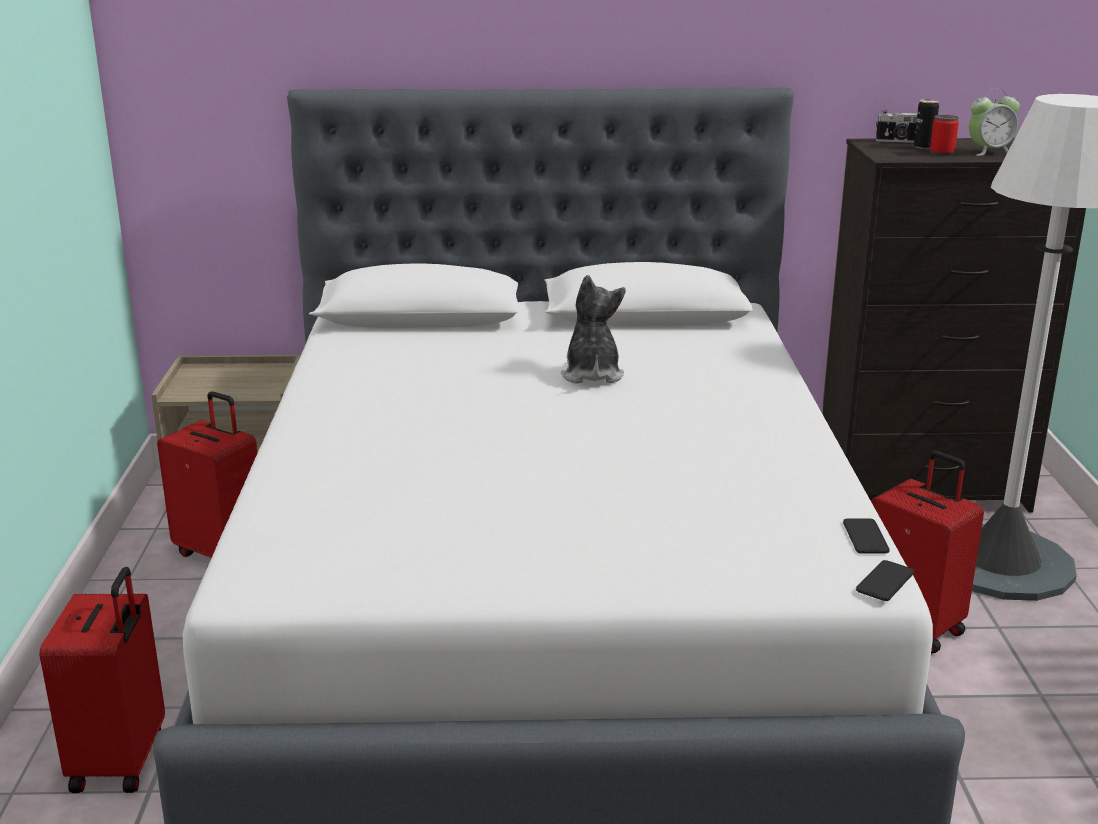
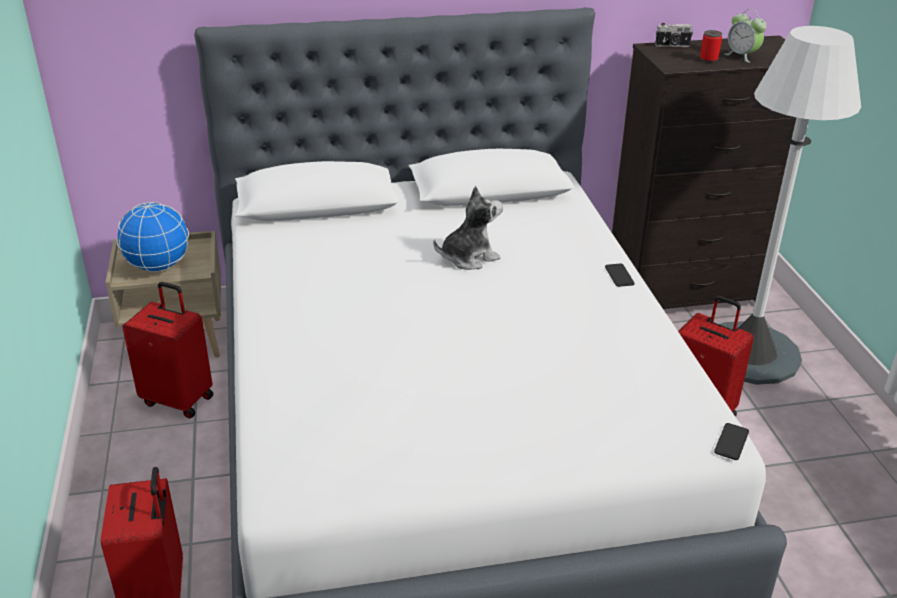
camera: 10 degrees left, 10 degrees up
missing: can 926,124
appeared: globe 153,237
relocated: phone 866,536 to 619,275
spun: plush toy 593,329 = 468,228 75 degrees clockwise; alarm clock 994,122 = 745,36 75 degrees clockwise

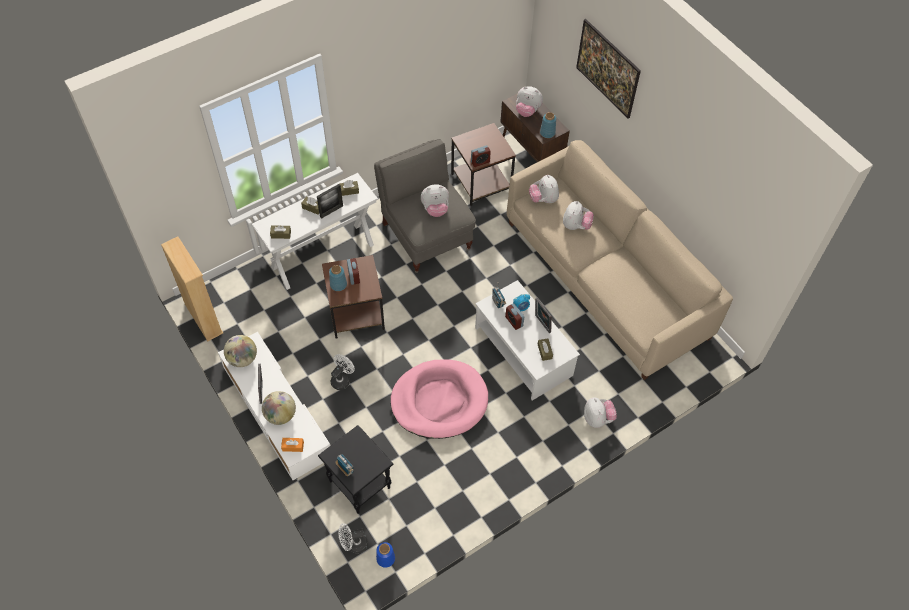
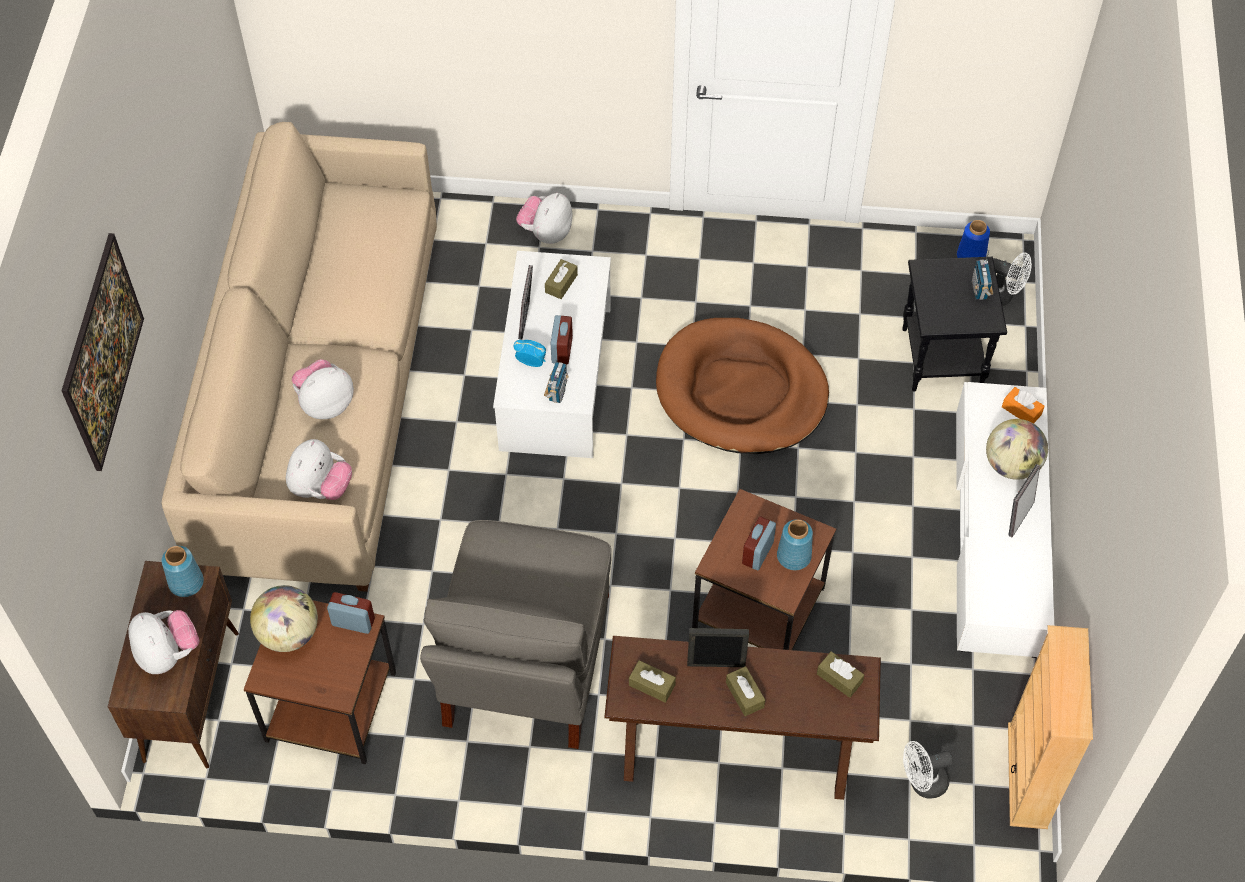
camera: 140 degrees left, 0 degrees up
missing: plush toy 435,200
relocated: globe 240,351 to 284,618; fan/white 343,372 to 928,770
colour: console table/white 314,231 to console table/brown 742,718; dog bed/pink 439,399 to dog bed/brown 742,386

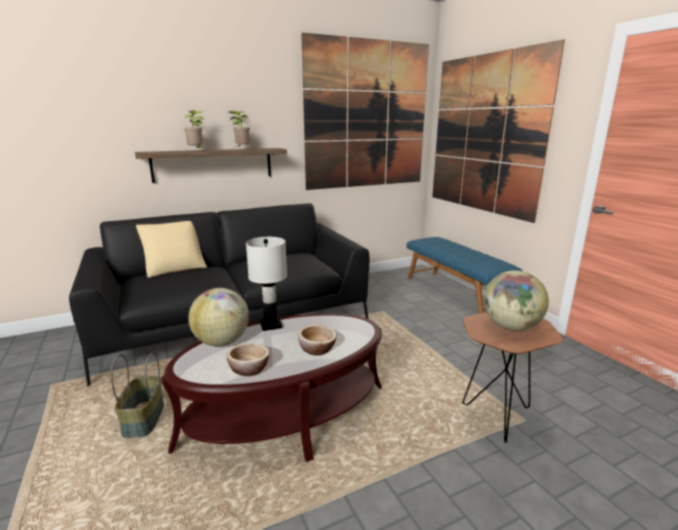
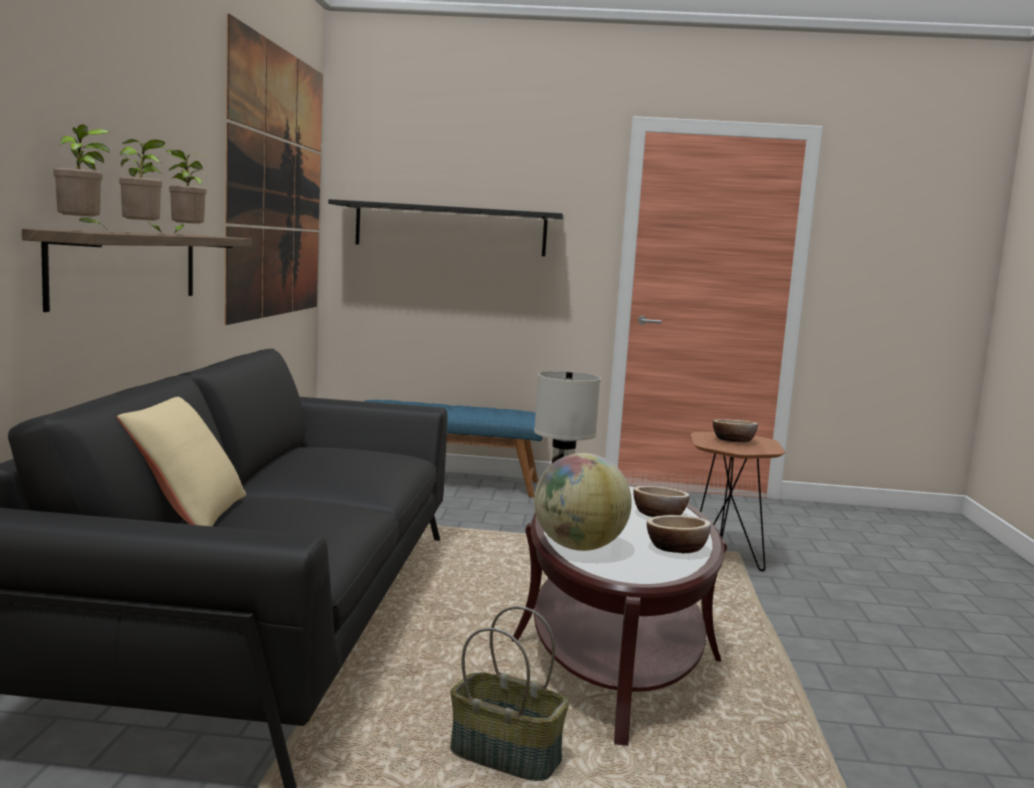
camera: 60 degrees left, 10 degrees down
appeared: potted plant 81,177
exchanged: picture 498,131 to shelf/black 446,227; globe 516,300 to bowl 735,430

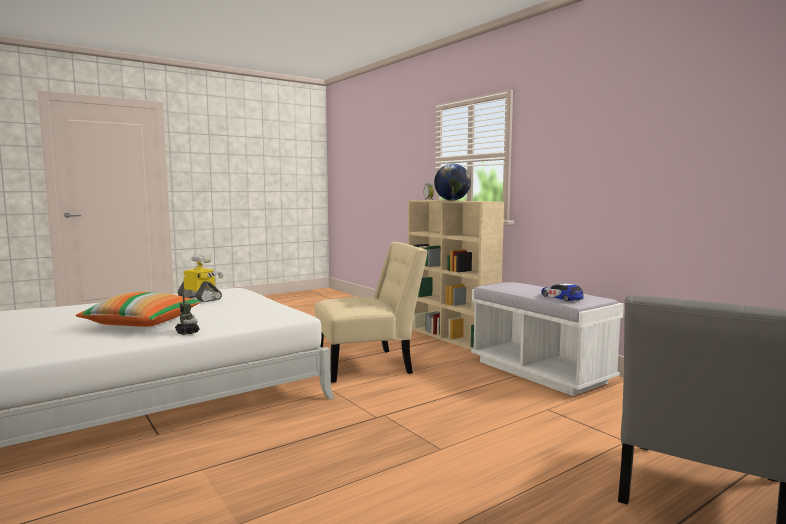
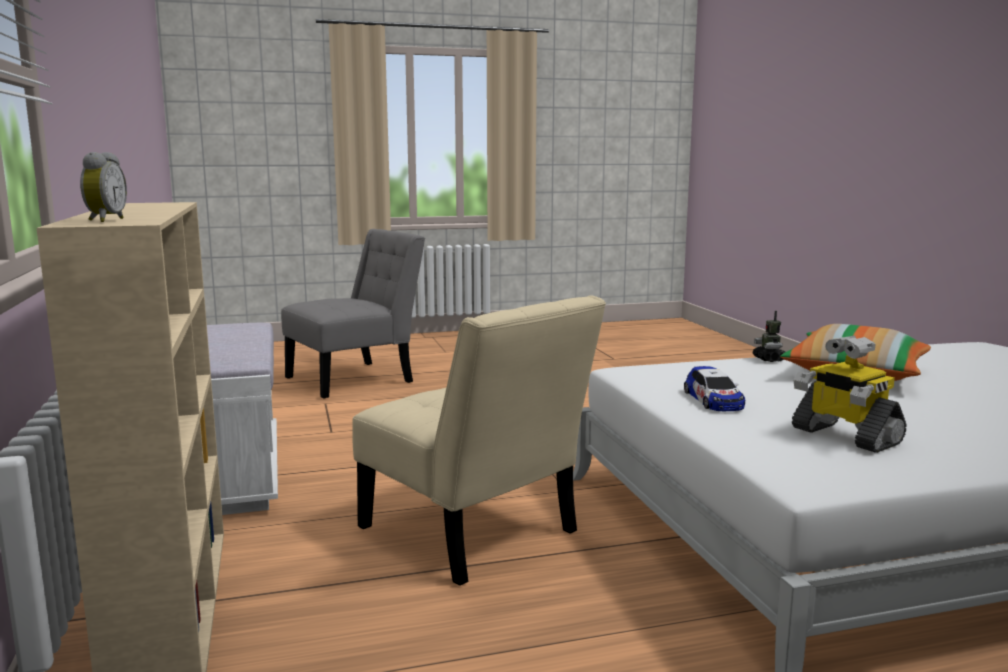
camera: 160 degrees left, 5 degrees up
missing: globe 452,182
relocated: toy car 563,292 to 714,388
spun: chair/beige 371,312 = 479,440 135 degrees counterclockwise

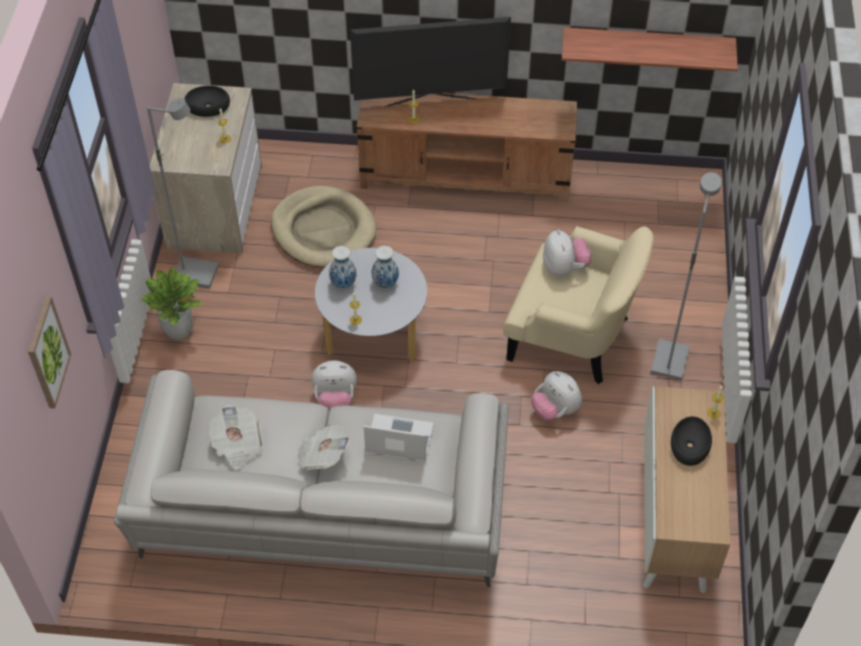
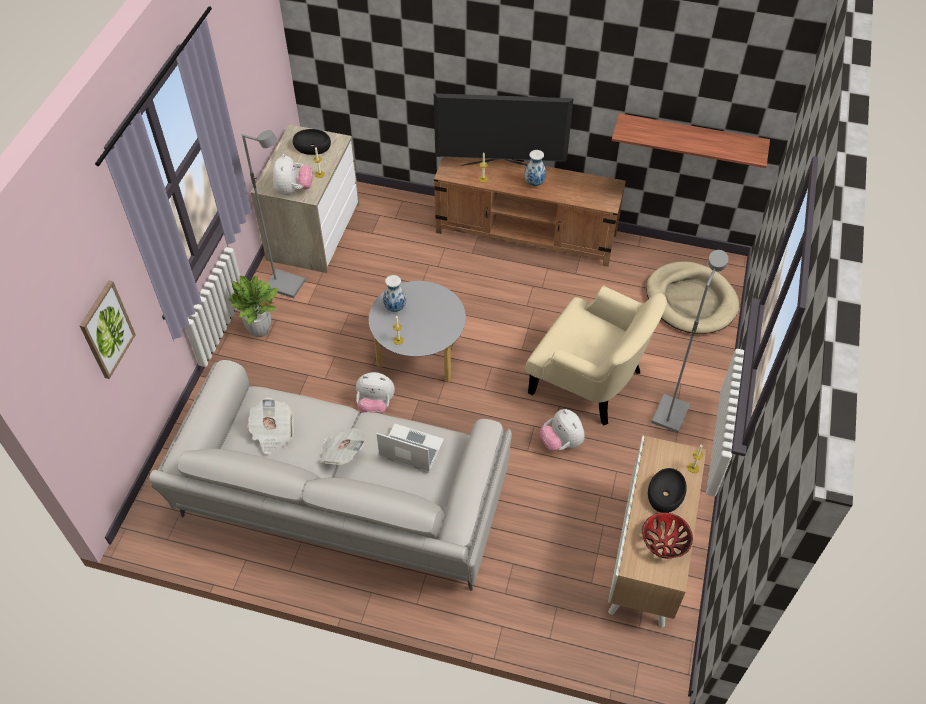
camera: 10 degrees right, 0 degrees up
appeared: bowl 667,535
relocated: dog bed/beige 324,227 to 692,297; vase 385,267 to 535,168; plush toy 567,252 to 292,175

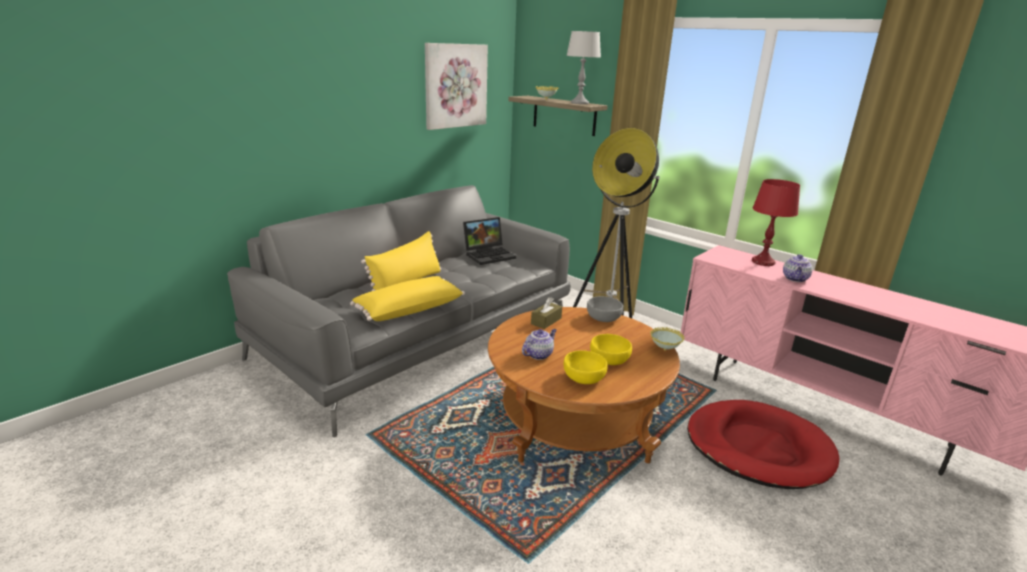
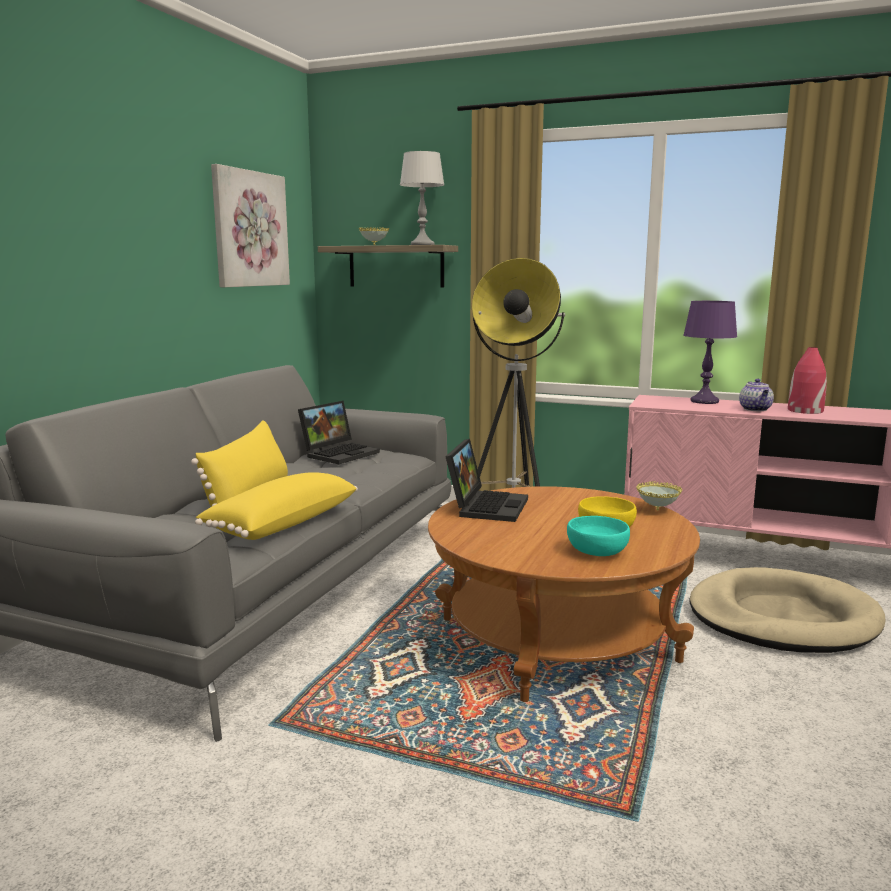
camera: 20 degrees left, 10 degrees down
missing: teapot 539,344; bowl/grey 605,309
appeared: vase/red 807,380
exchanged: tissue box/brown 546,313 to laptop 486,480
colour: bowl/yellow 586,367 to bowl/turquoise 598,536; dog bed/red 763,444 to dog bed/beige 787,610; table lamp/red 776,222 to table lamp/purple 710,352

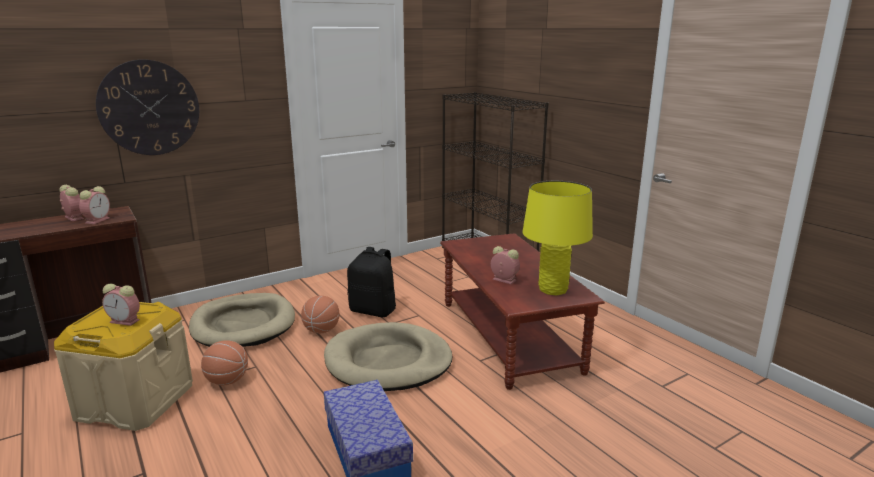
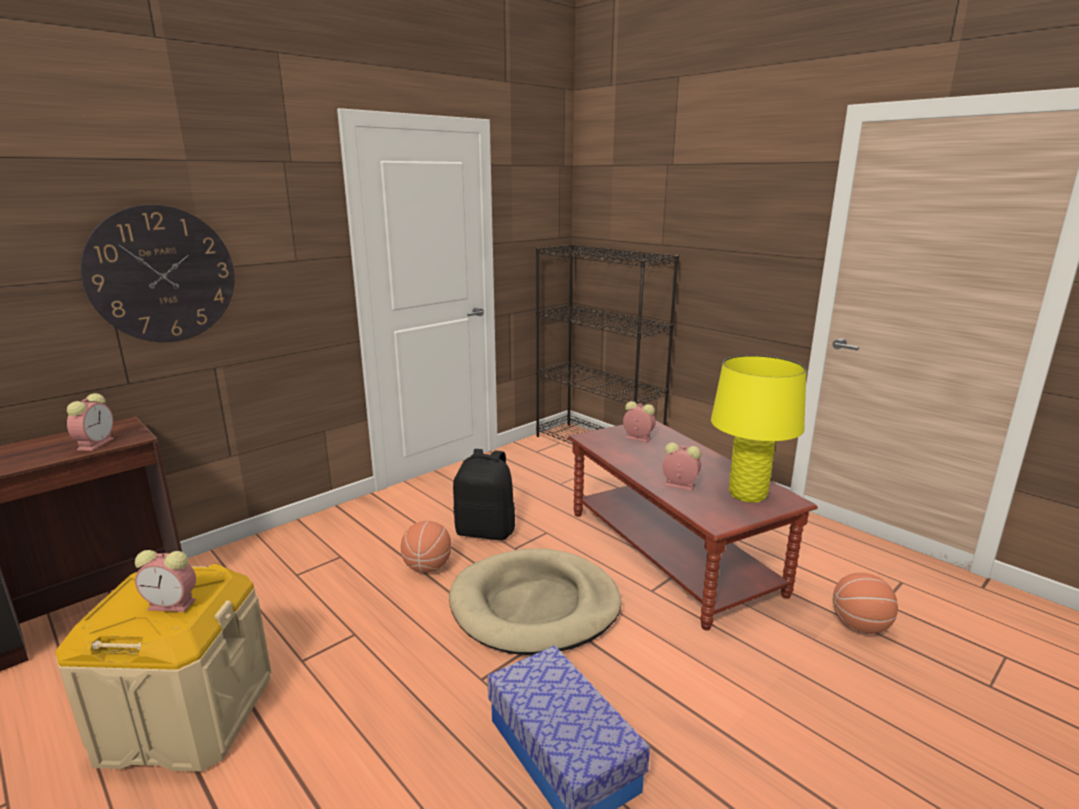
camera: 10 degrees left, 0 degrees up
missing: dog bed/beige 242,320
relocated: alarm clock 71,203 to 639,422; basketball 224,362 to 865,603

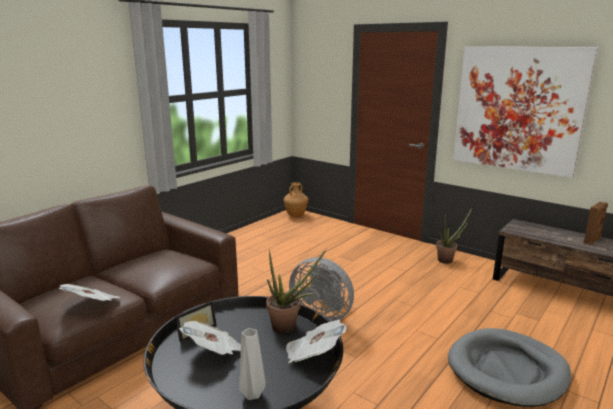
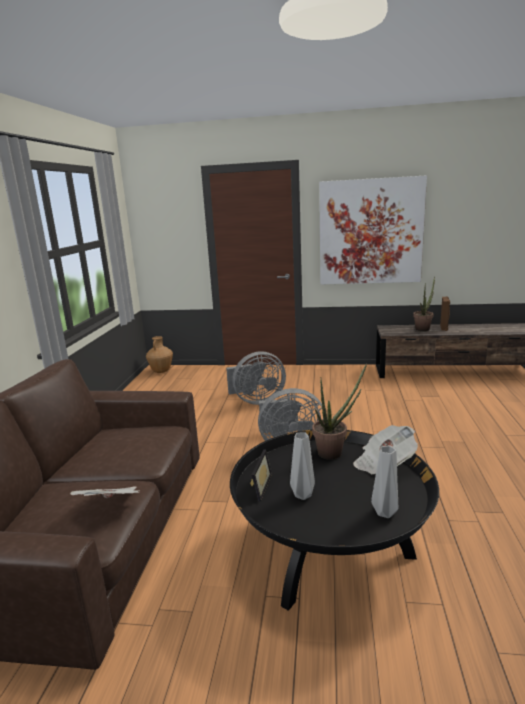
camera: 30 degrees left, 0 degrees up
missing: dog bed/grey 509,367
appeared: fan/grey 256,378
relocated: potted plant 454,236 to 424,304
exchanged: newspaper 210,338 to vase/grey 302,466

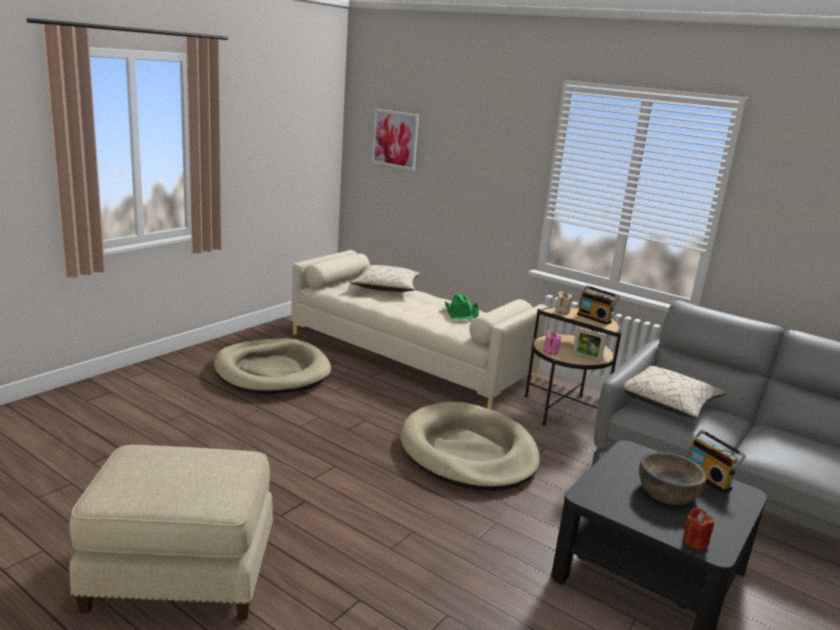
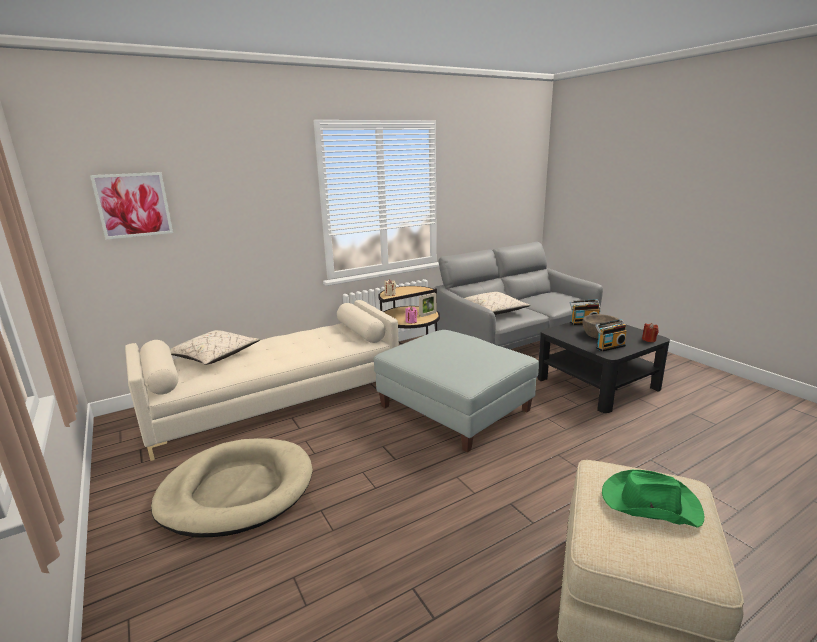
camera: 65 degrees left, 0 degrees up
relocated: hat/green 462,307 to 653,499; radio 598,305 to 611,335
exchanged: dog bed/beige 470,446 to ottoman/grey 456,391

